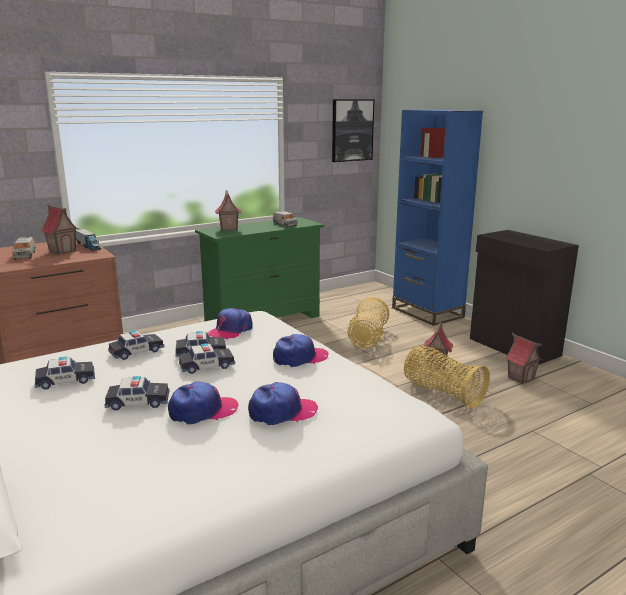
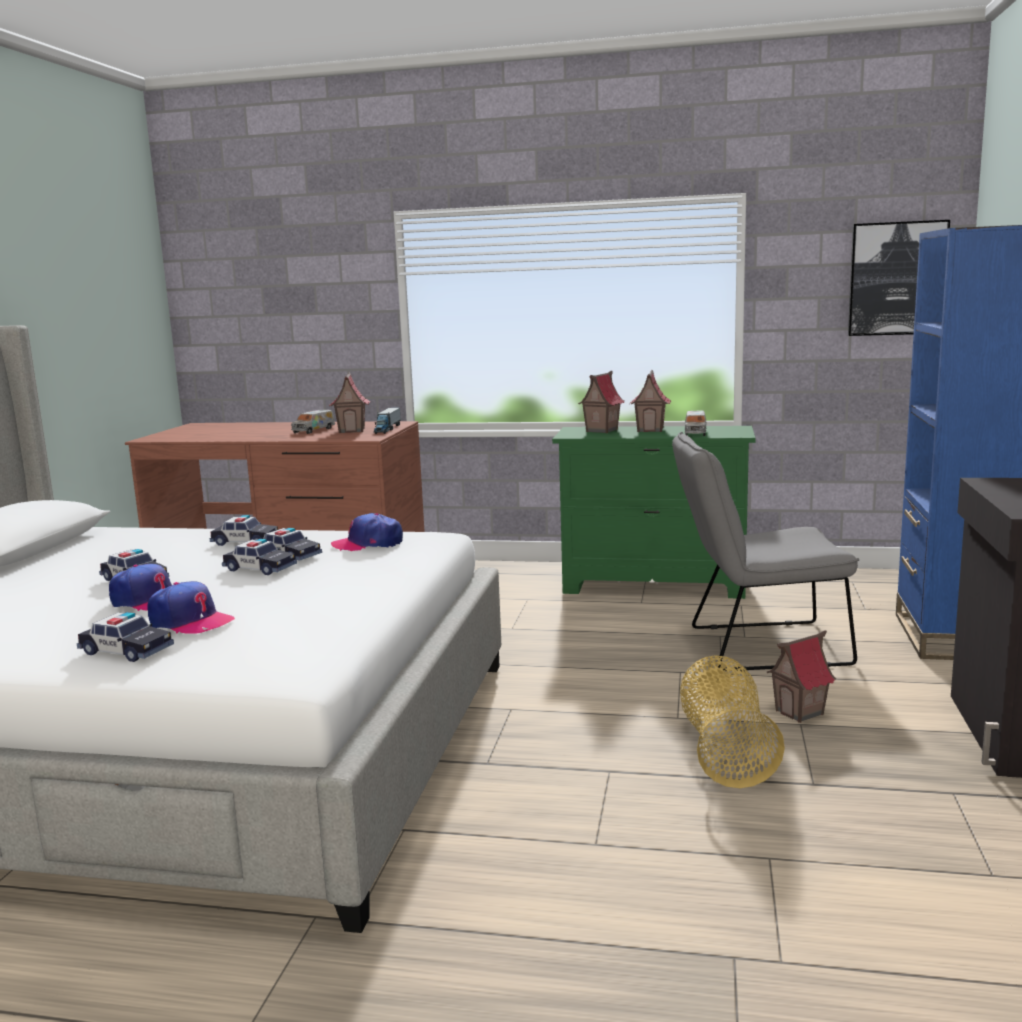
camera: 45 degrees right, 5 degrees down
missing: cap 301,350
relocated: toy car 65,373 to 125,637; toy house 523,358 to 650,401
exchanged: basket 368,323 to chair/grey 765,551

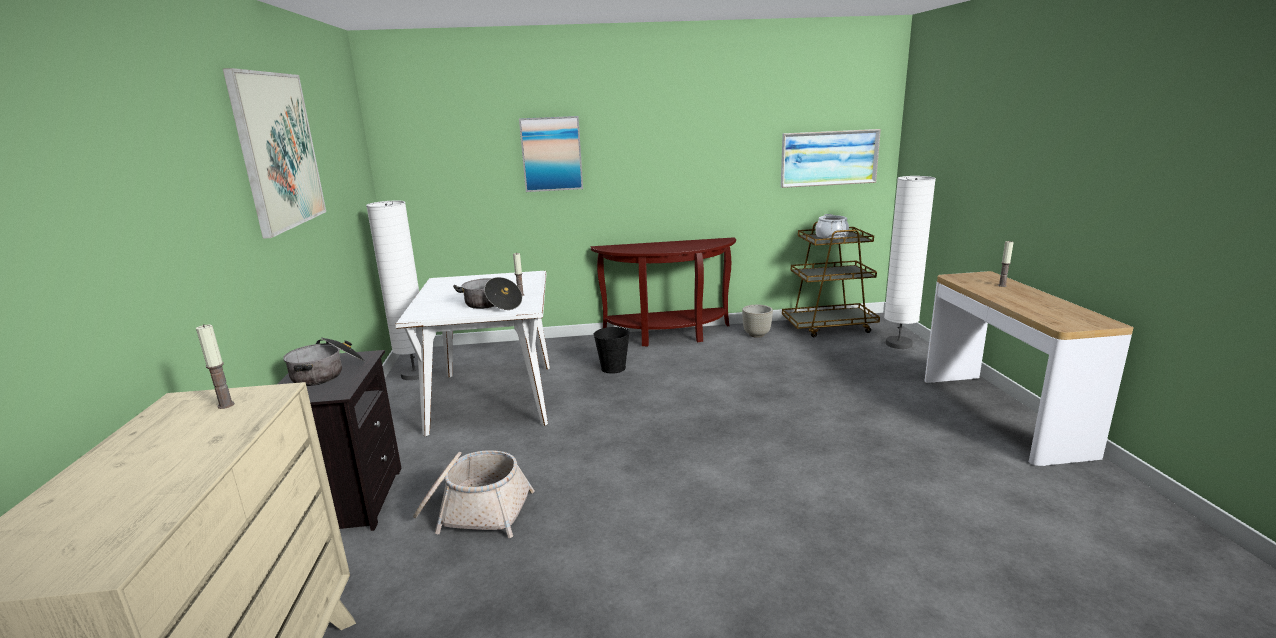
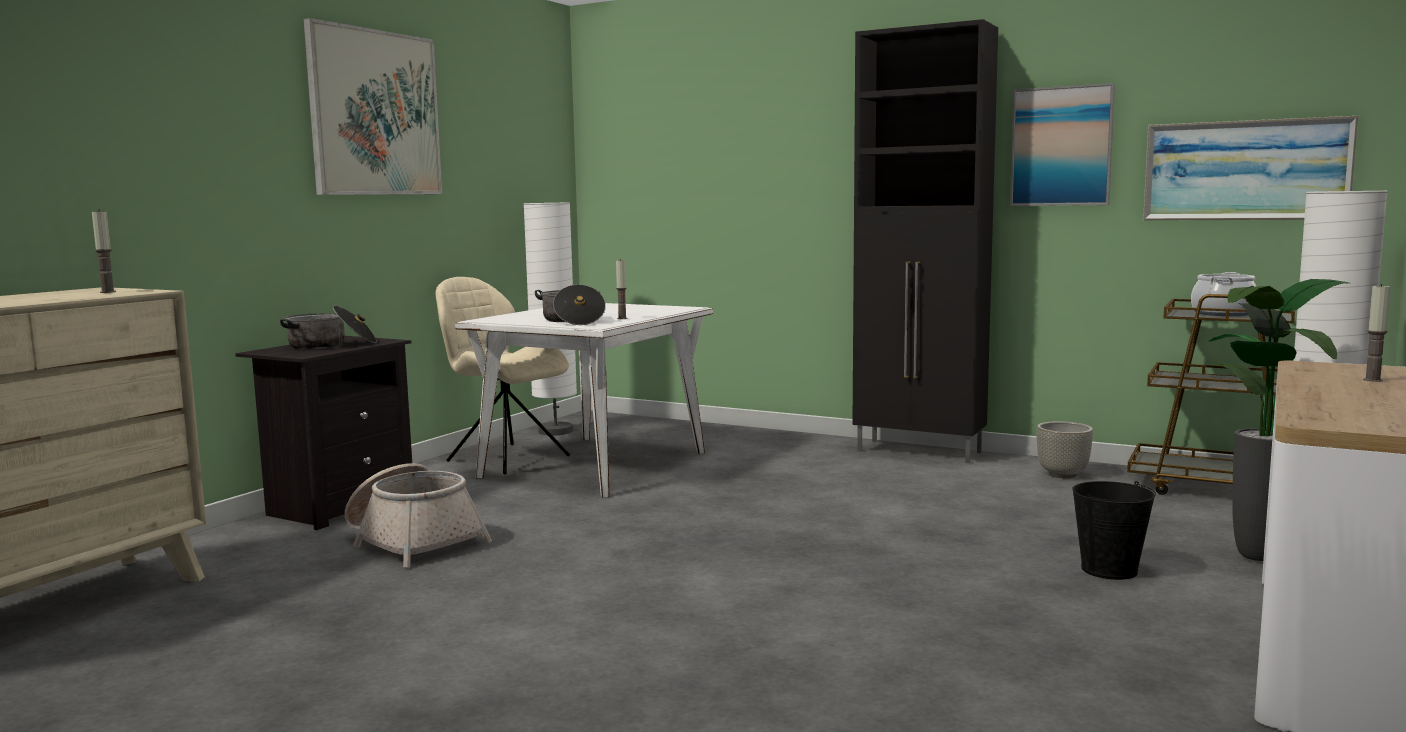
camera: 35 degrees right, 10 degrees down
appeared: chair/beige 503,375; potted plant 1277,420
relocated: picture 551,154 to 1062,144; bucket/black 612,349 to 1114,530
exchanged: console table/brown 663,291 to cabinet/black 925,241

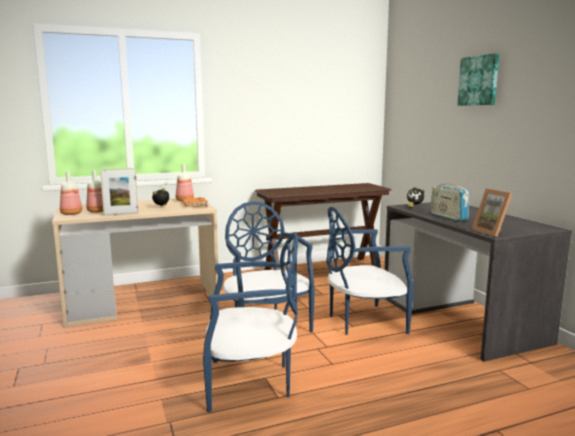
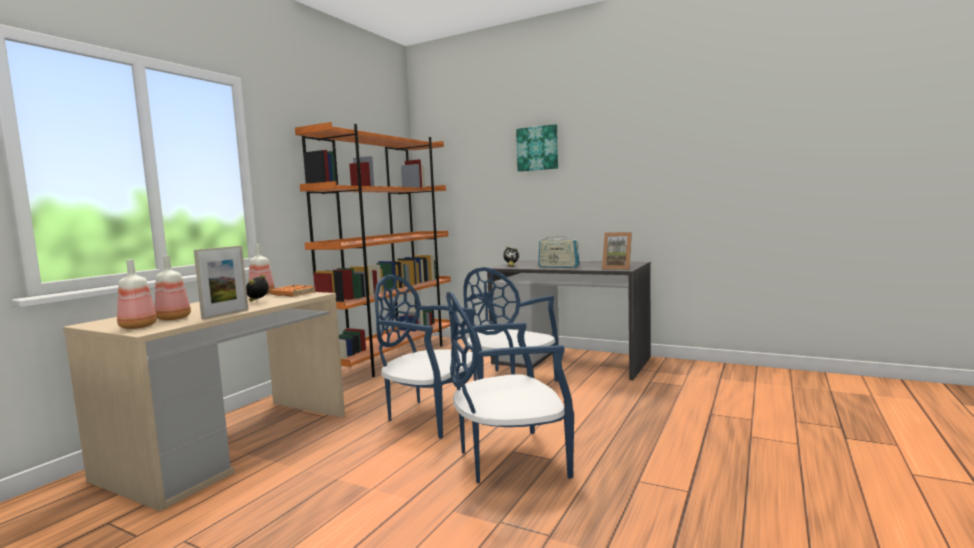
camera: 40 degrees left, 5 degrees down
exchanged: console table/brown 322,226 to bookcase/orange 373,249
spun: chair/blue 250,322 = 510,387 150 degrees counterclockwise

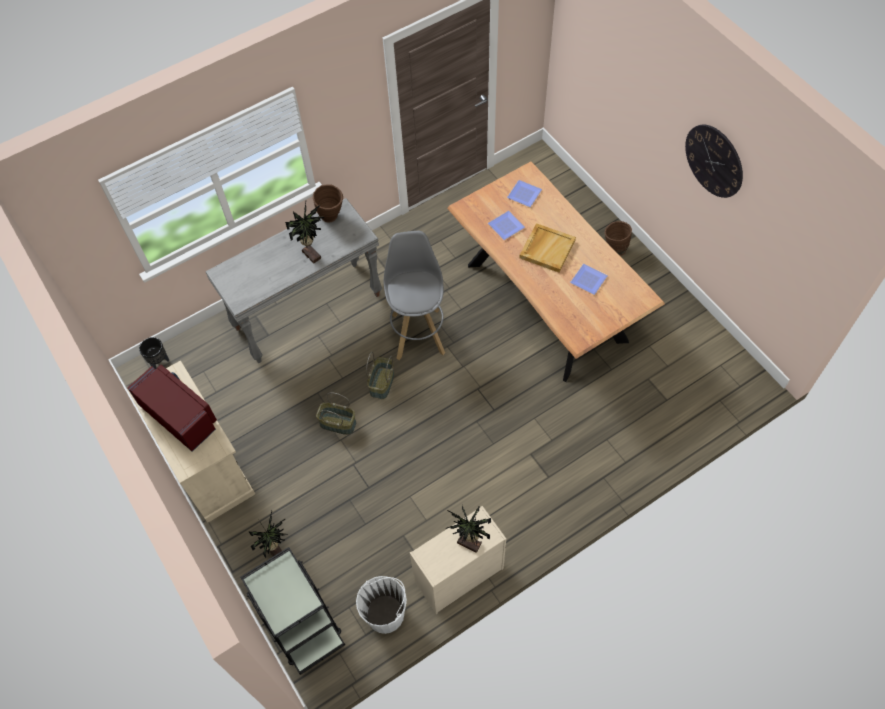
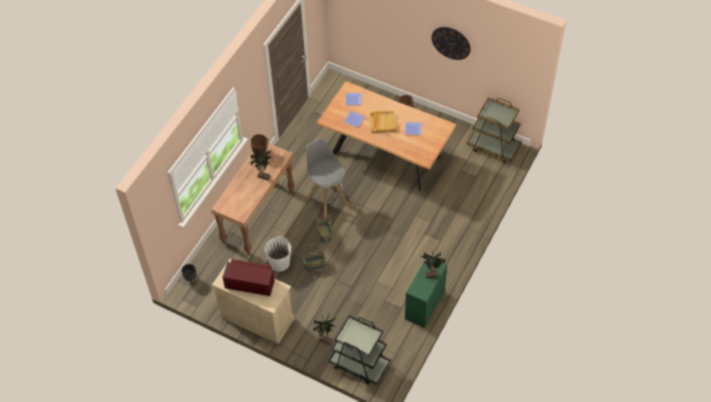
camera: 30 degrees left, 5 degrees down
appeared: cart/brown 494,130
relocated: bucket/white 381,605 to 278,254
colour: console table/grey 293,280 to console table/brown 253,199; dresser/beige 458,560 to dresser/green 426,293

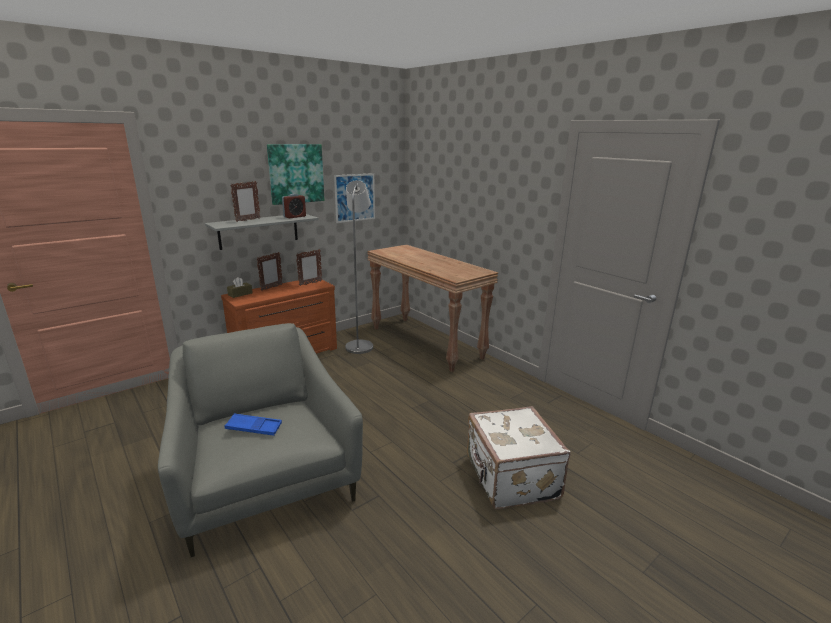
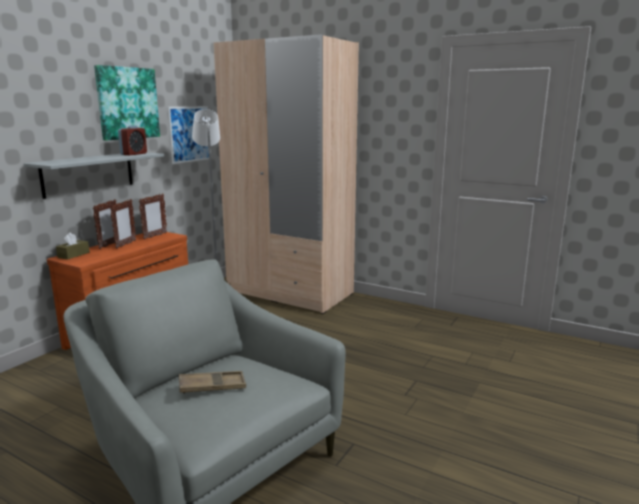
camera: 20 degrees left, 5 degrees down
missing: suitcase/white 518,457
relocated: picture frame 245,201 to 123,224
exchanged: console table/brown 432,308 to wardrobe/beige 286,174
colour: tray/blue 253,424 to tray/brown 212,382

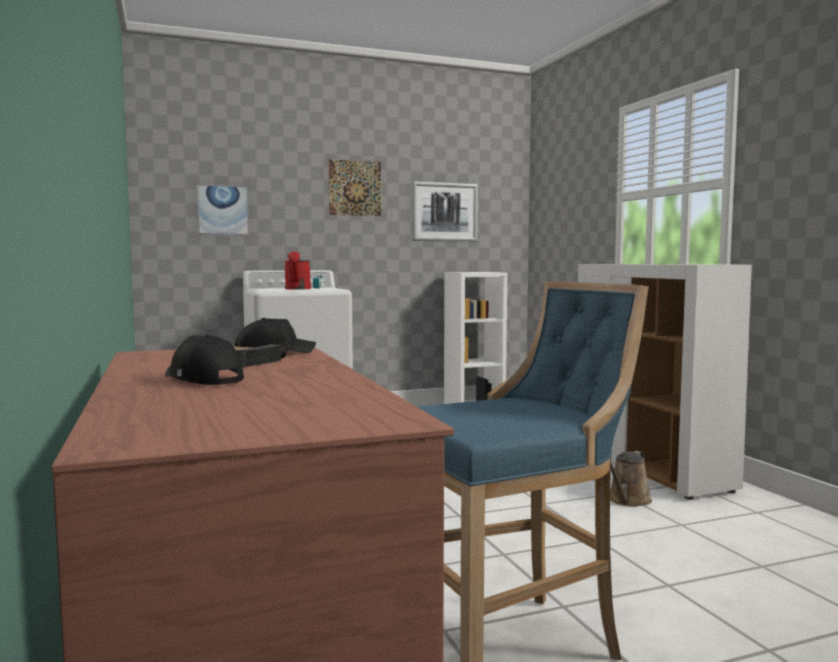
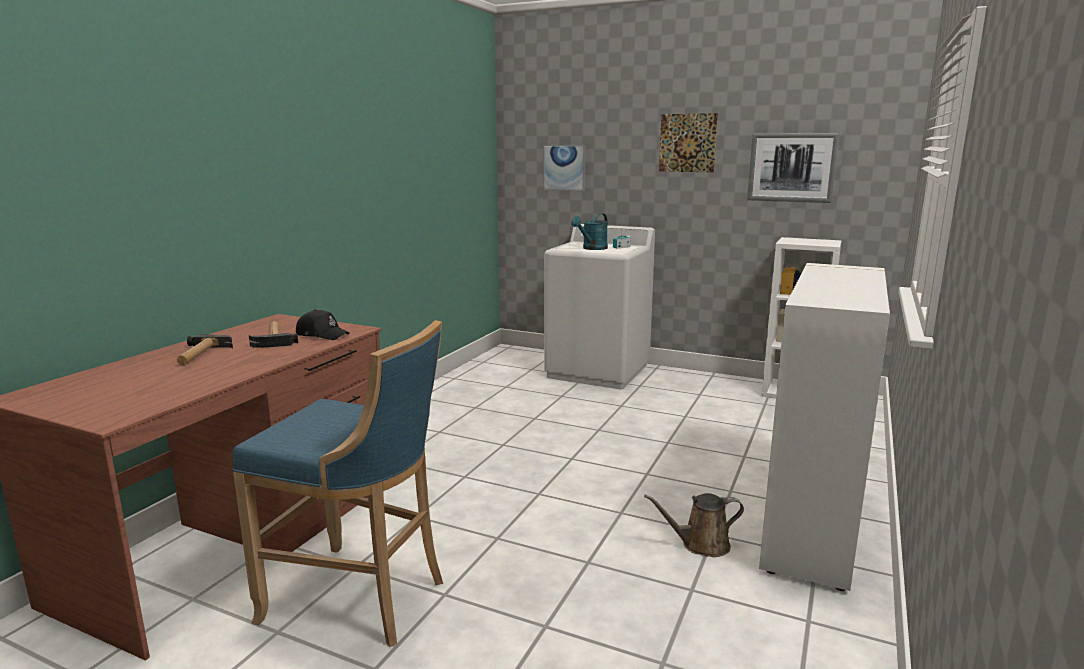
camera: 45 degrees right, 10 degrees up
exchanged: cap/black 204,359 to hammer 205,350
colour: watering can/red 297,270 to watering can/turquoise 589,231

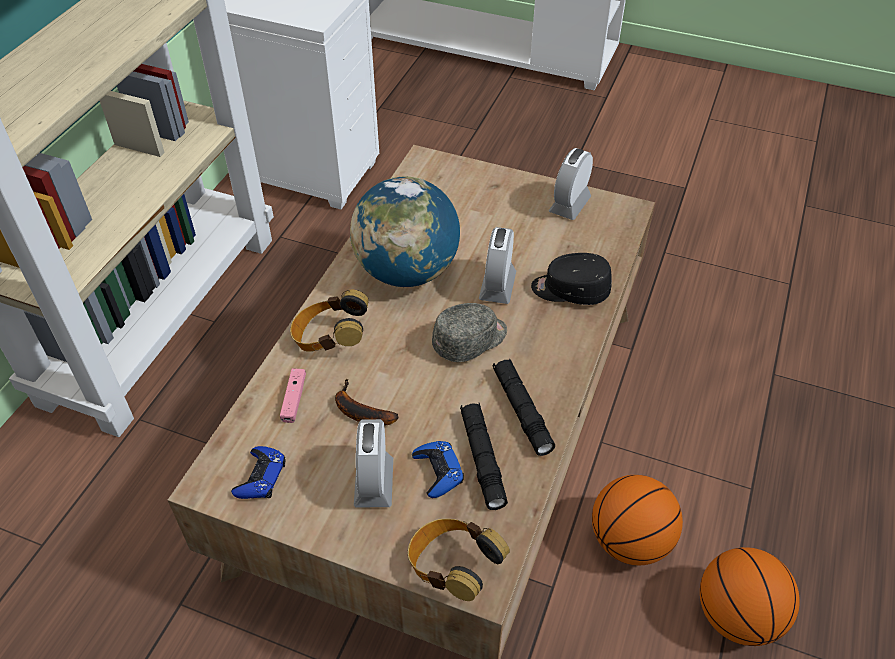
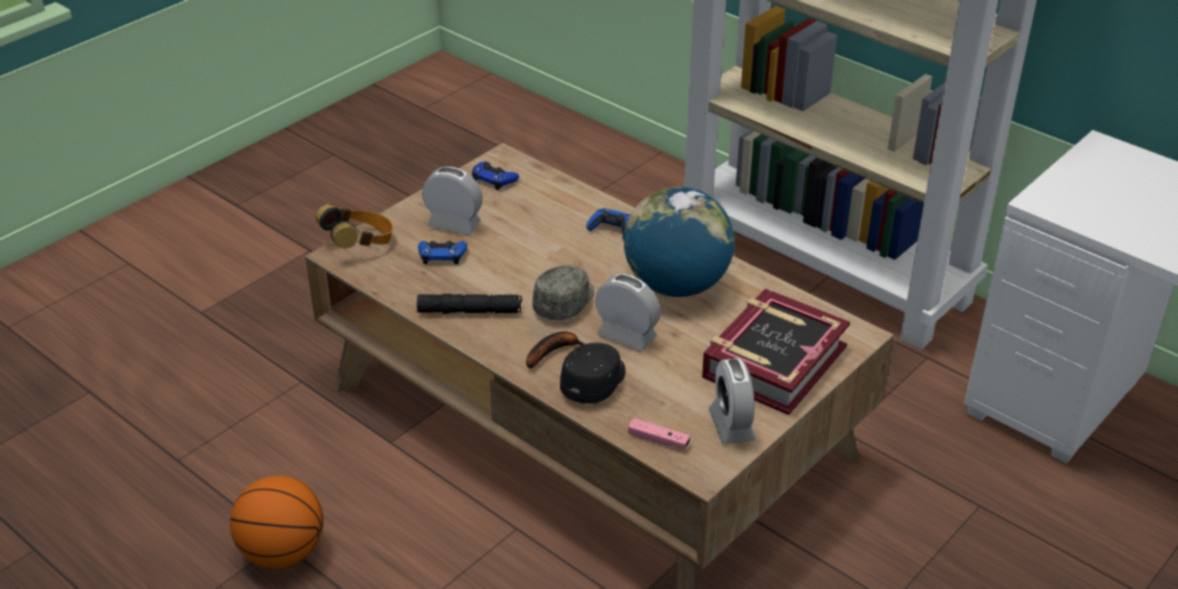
camera: 110 degrees right, 10 degrees down
missing: flashlight/black 484,456; basketball 637,520
appeared: book 776,351
relocated: game controller/pink 293,396 to 659,433; banana 367,402 to 555,350
exchanged: headphones 329,321 to game controller/blue 609,224
spun: cap/grey 469,332 = 563,293 135 degrees counterclockwise; alarm clock 571,184 = 732,401 150 degrees counterclockwise

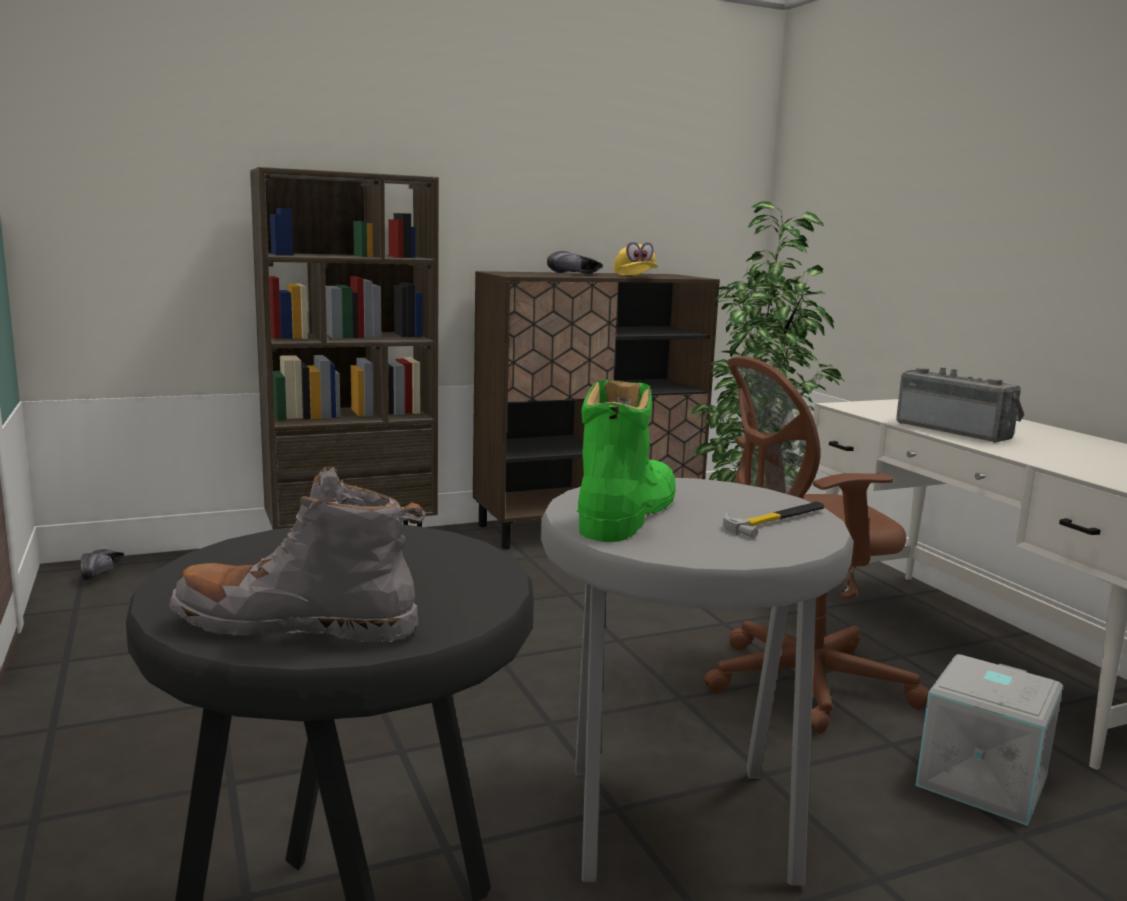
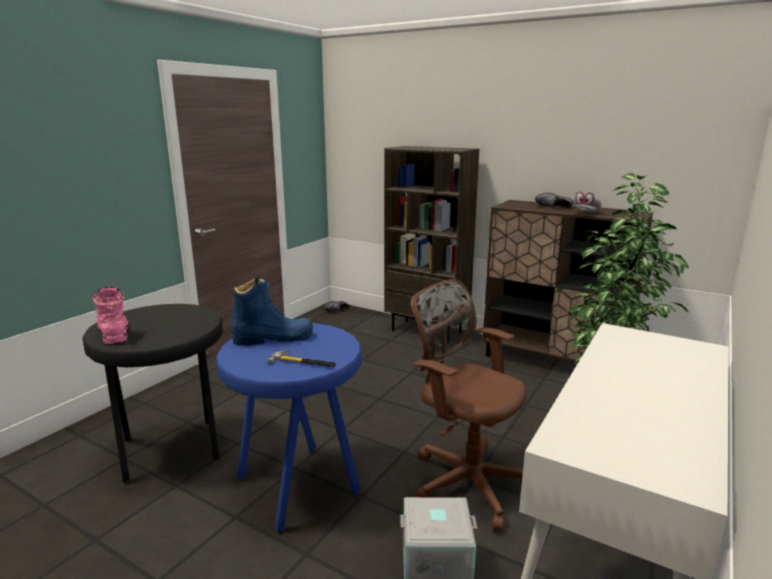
camera: 55 degrees right, 5 degrees up
missing: radio 960,405
colour: boot/grey 297,554 to boot/pink 110,315; stool/grey 697,682 to stool/blue 288,427; boot/green 626,461 to boot/blue 272,311; cap/yellow 635,258 to cap/grey 586,201

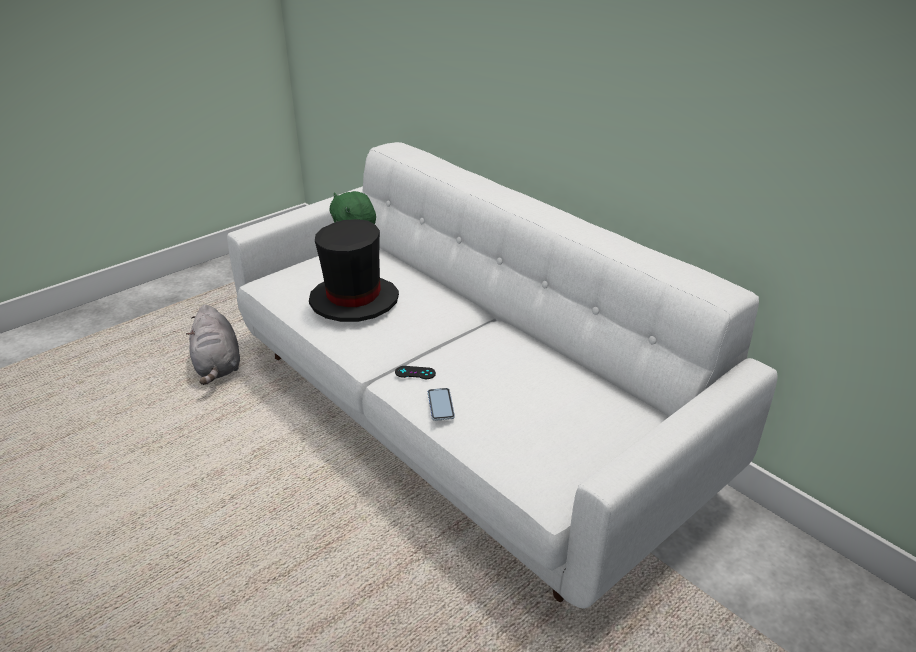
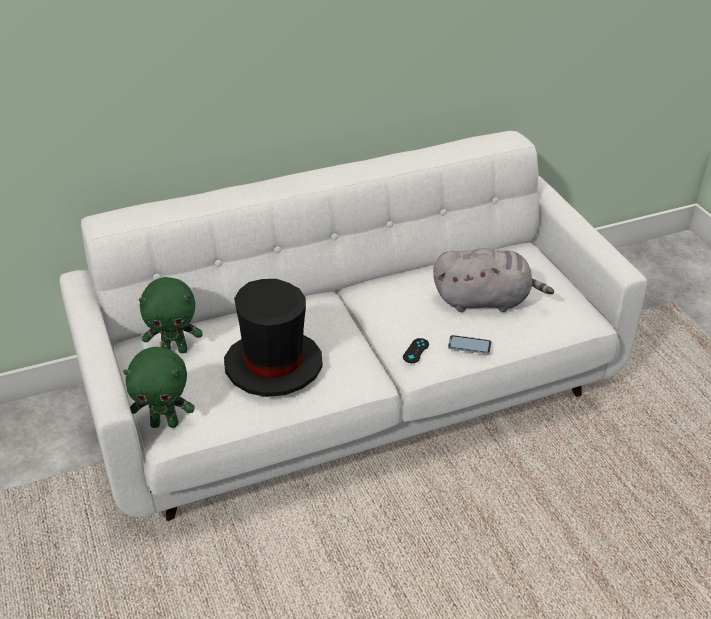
camera: 70 degrees left, 5 degrees up
appeared: plush toy/green 159,387
relocated: plush toy/grey 213,344 to 493,280

